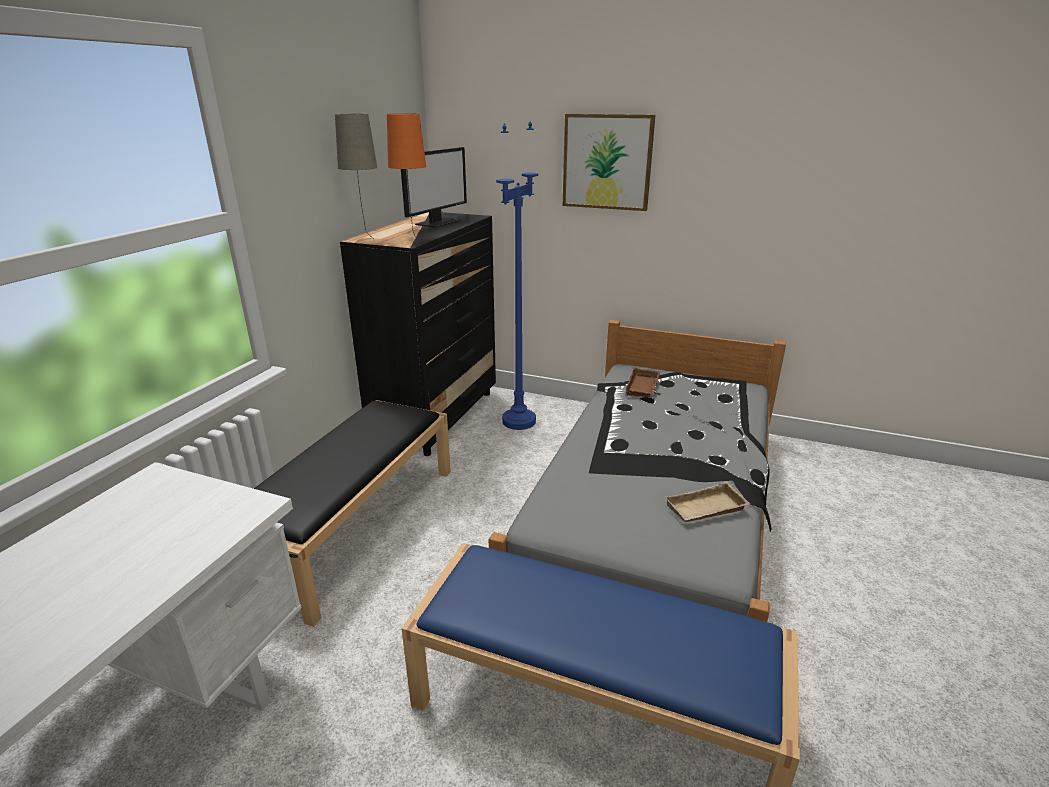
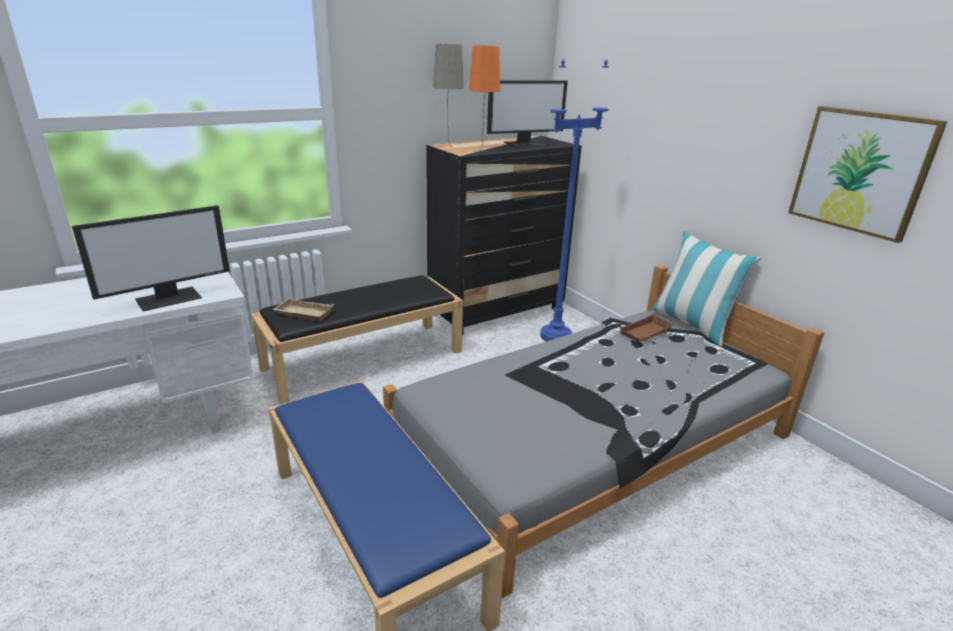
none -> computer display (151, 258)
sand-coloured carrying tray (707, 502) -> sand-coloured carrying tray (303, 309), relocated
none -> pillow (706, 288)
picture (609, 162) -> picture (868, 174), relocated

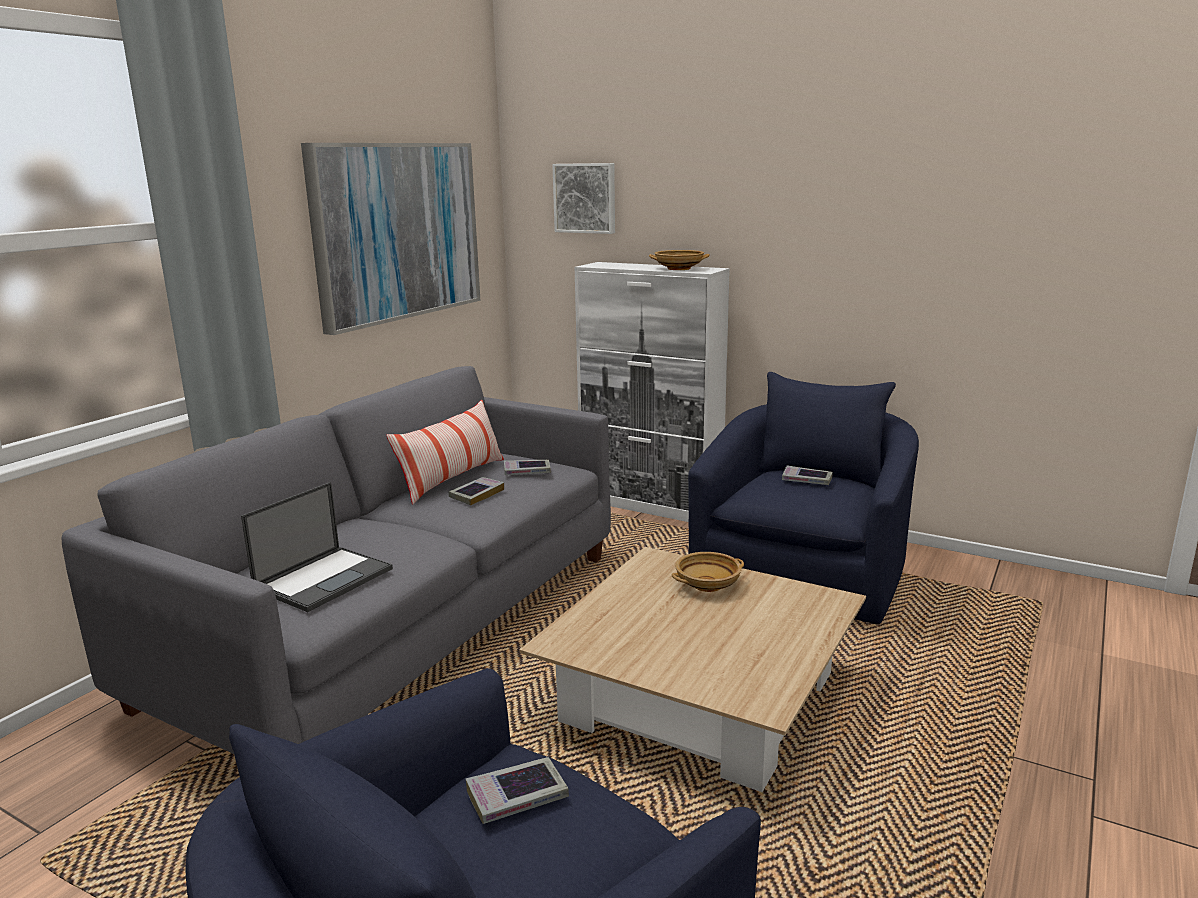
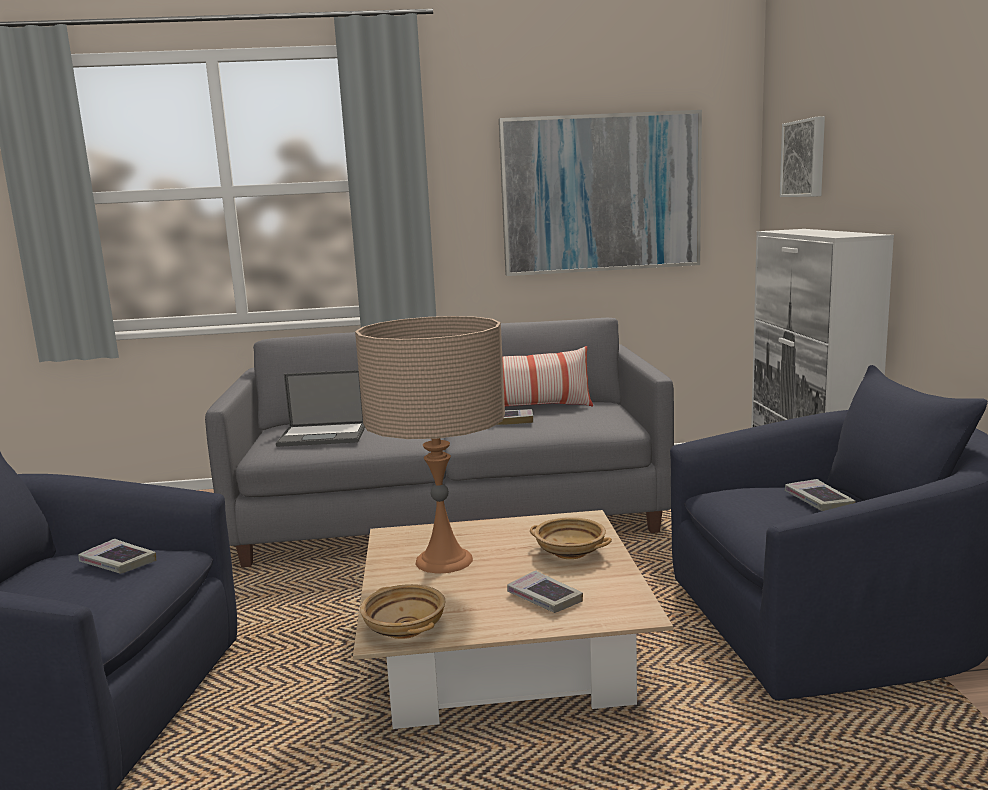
none -> sand-coloured lamp for a table (430, 445)
sand-coloured serving bowl (679, 260) -> sand-coloured serving bowl (402, 611), relocated
book (527, 467) -> book (545, 592), relocated

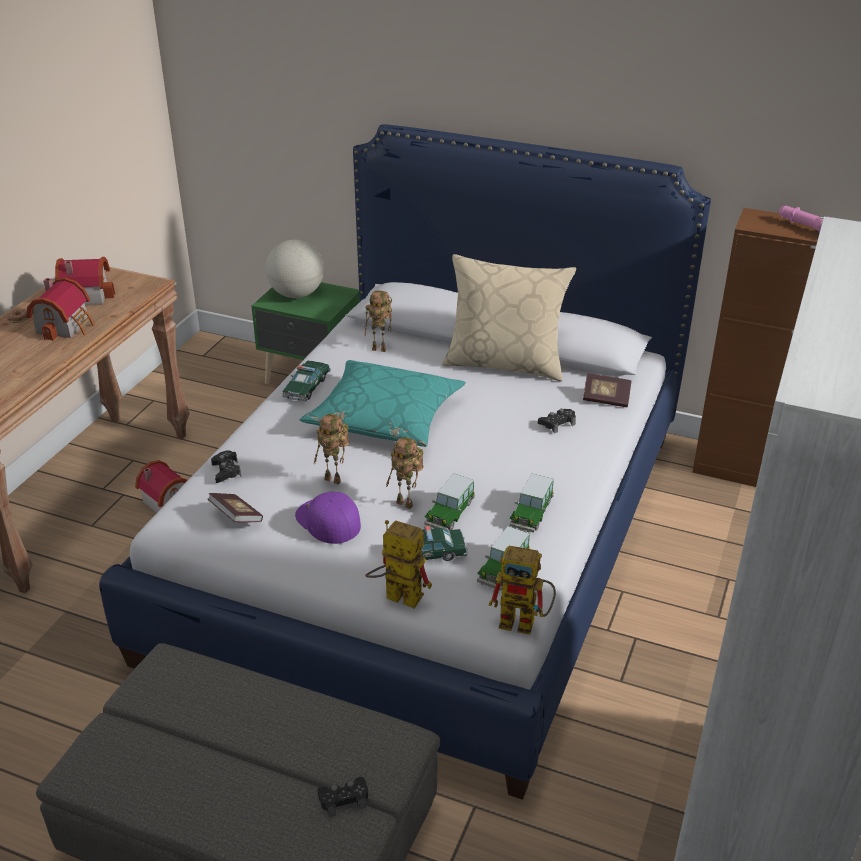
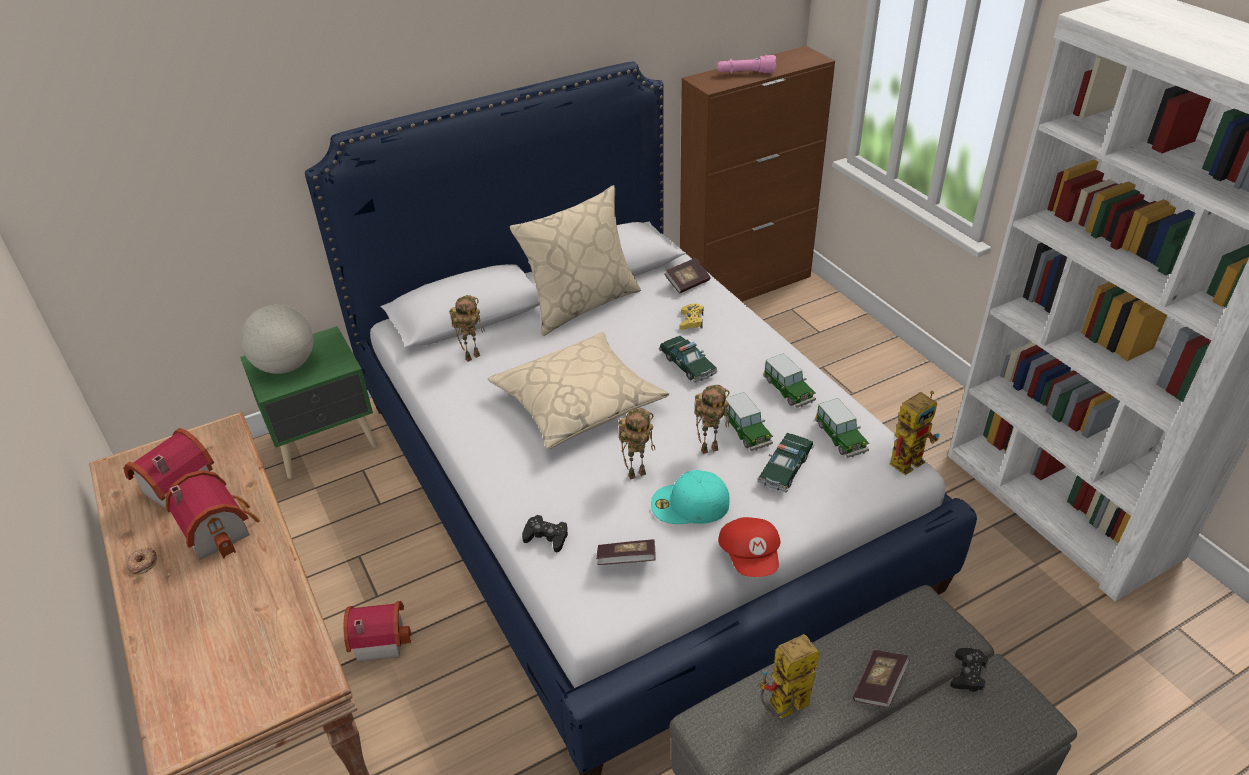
turquoise pillow (383, 403) -> sand-coloured pillow (578, 390)
purple-coloured cap (328, 518) -> turquoise cap (690, 497)
model car (306, 381) -> model car (688, 359), relocated
black-coloured joypad (557, 421) -> yellow joypad (691, 316)
none -> reddish cap (749, 547)
model robot (398, 564) -> model robot (789, 676), relocated
none -> book (881, 679)

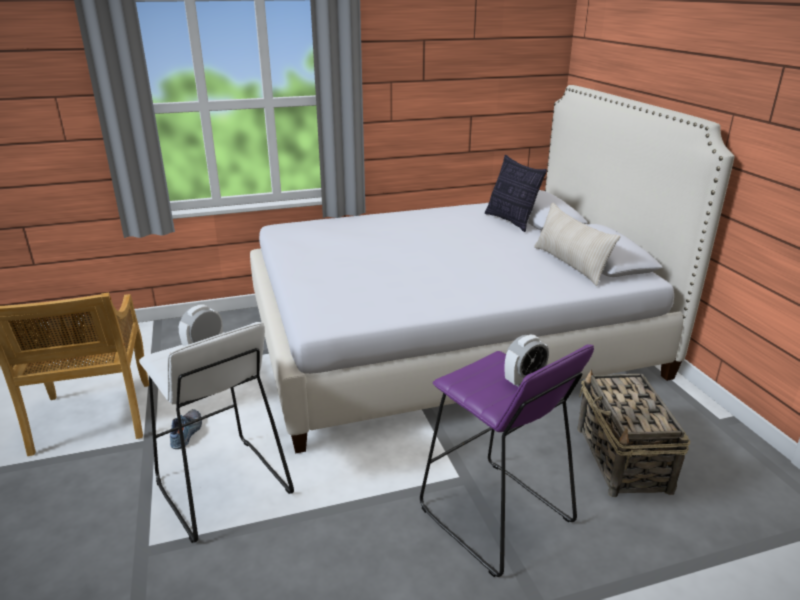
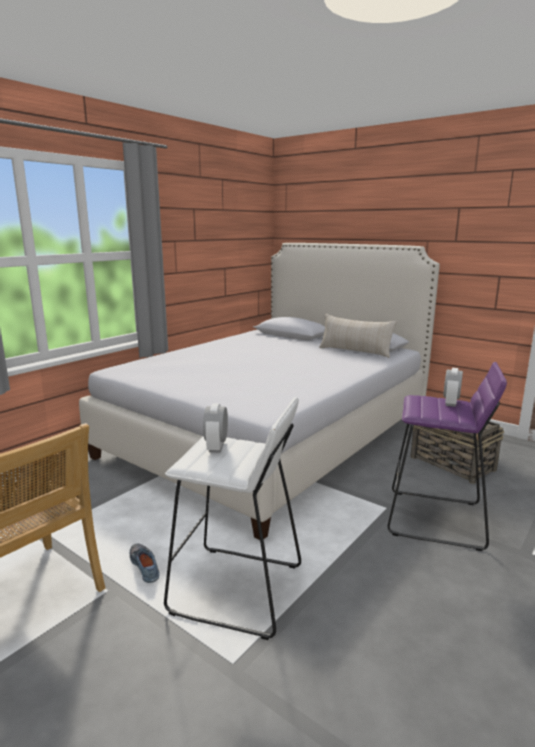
pillow (516, 193) -> none

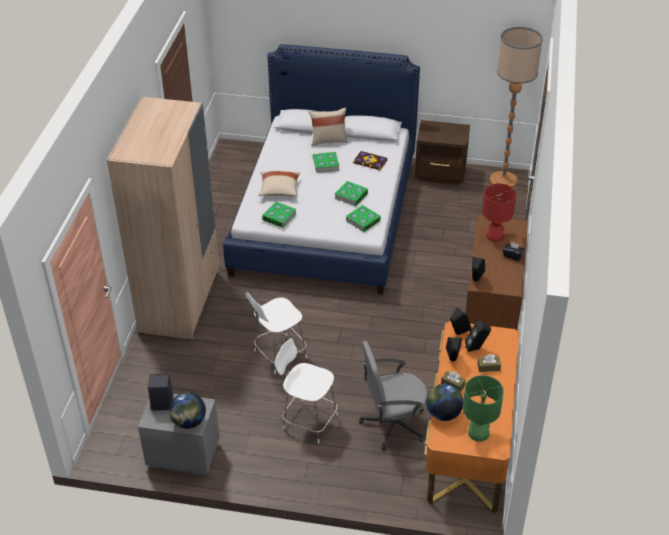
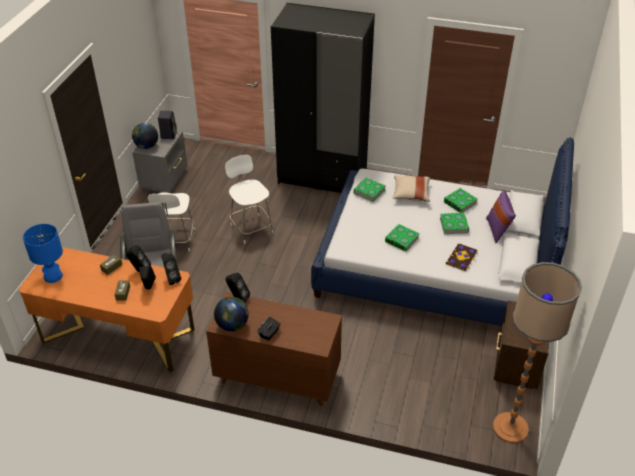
green-coloured lamp for a table (483, 408) -> bluish lamp for a table (43, 253)
whitish chair (306, 391) -> whitish chair (171, 221), 150 degrees clockwise
globe (444, 402) -> globe (231, 314), relocated
sand-coloured wardrobe (163, 218) -> black-coloured wardrobe (323, 98)
book (363, 218) -> book (460, 200), relocated
sand-coloured pillow (328, 126) -> purple-coloured pillow (501, 216)
reddish lamp for a table (499, 212) -> none

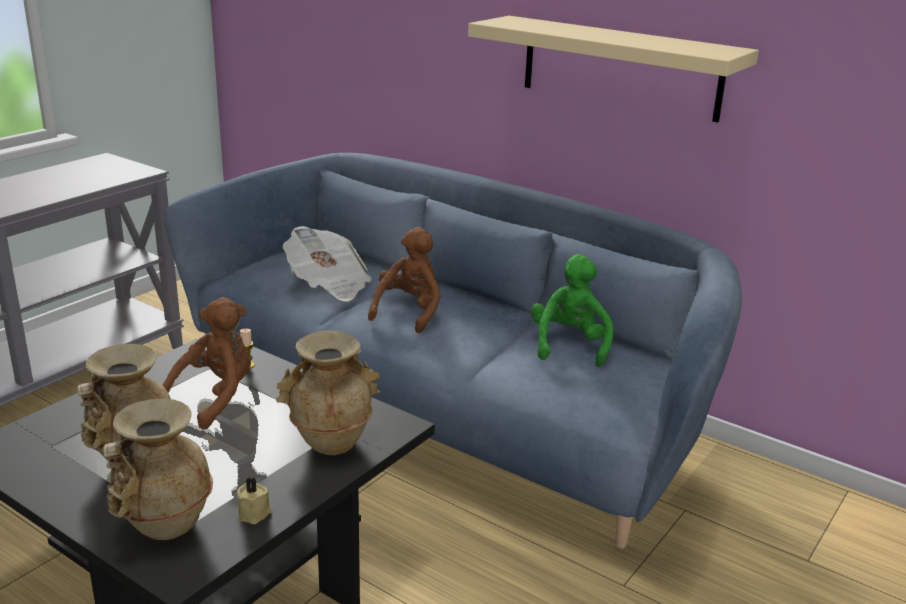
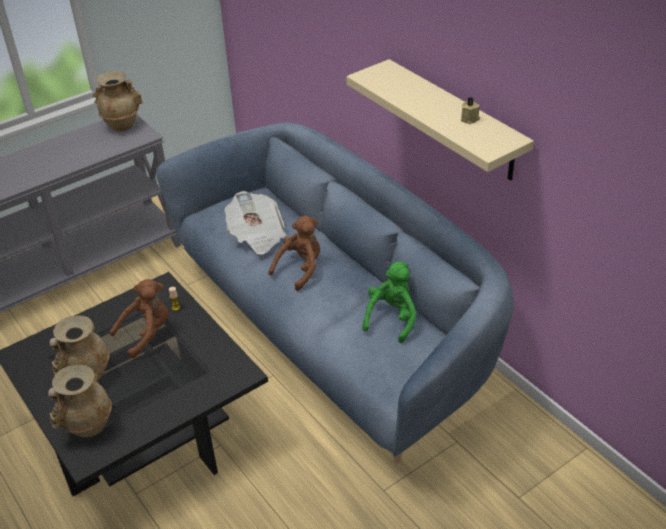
sand-coloured flower vase (328, 392) -> sand-coloured flower vase (118, 101), relocated
sand-coloured wax candle (254, 500) -> sand-coloured wax candle (470, 110), relocated

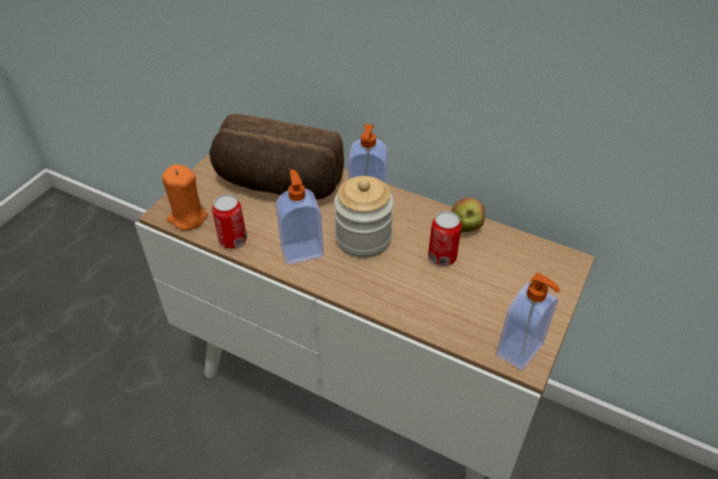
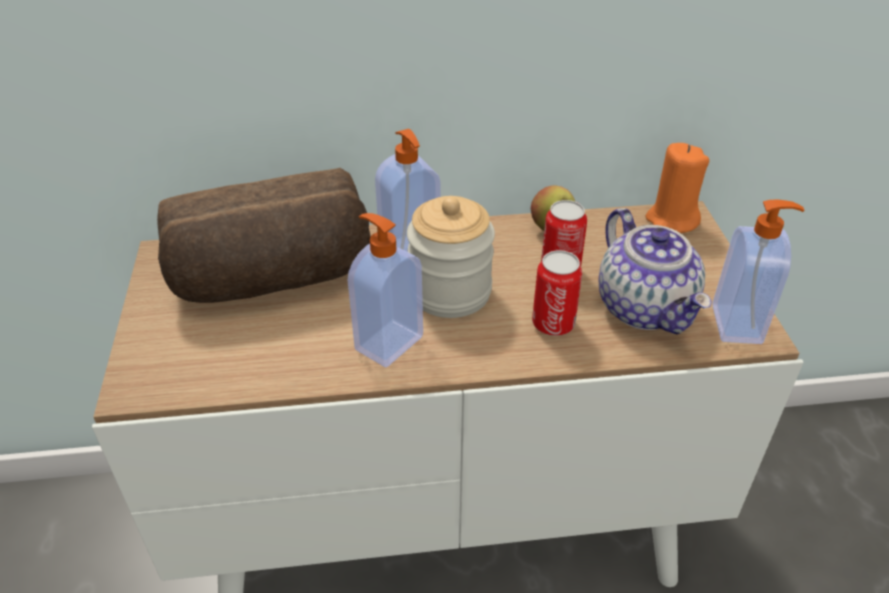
sealed can (229, 221) -> sealed can (557, 293), relocated
none -> pot for tea (655, 271)
orange-coloured wax candle (185, 197) -> orange-coloured wax candle (677, 188), relocated

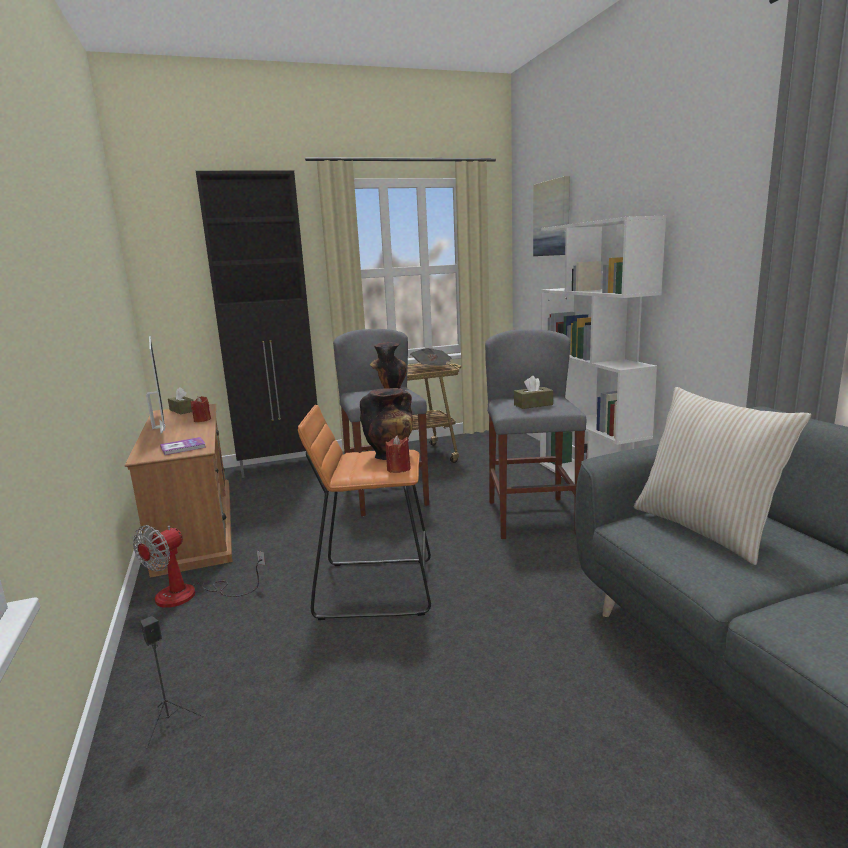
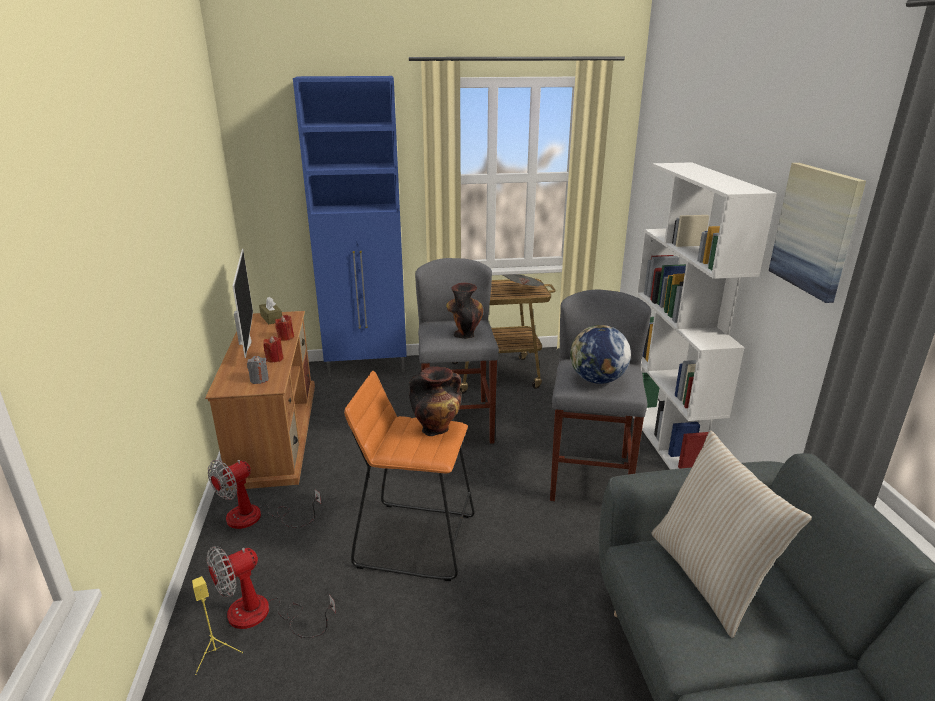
black-coloured audio speaker (171, 682) -> yellow audio speaker (217, 625)
none -> cooling fan (271, 592)
book (183, 446) -> gray wax candle (258, 370)
reddish wax candle (398, 454) -> reddish wax candle (273, 349), relocated
black-coloured cabinet (256, 324) -> bluish cabinet (350, 226)
brown-coloured tissue box (533, 392) -> globe (600, 354)
picture (551, 216) -> picture (817, 233), relocated

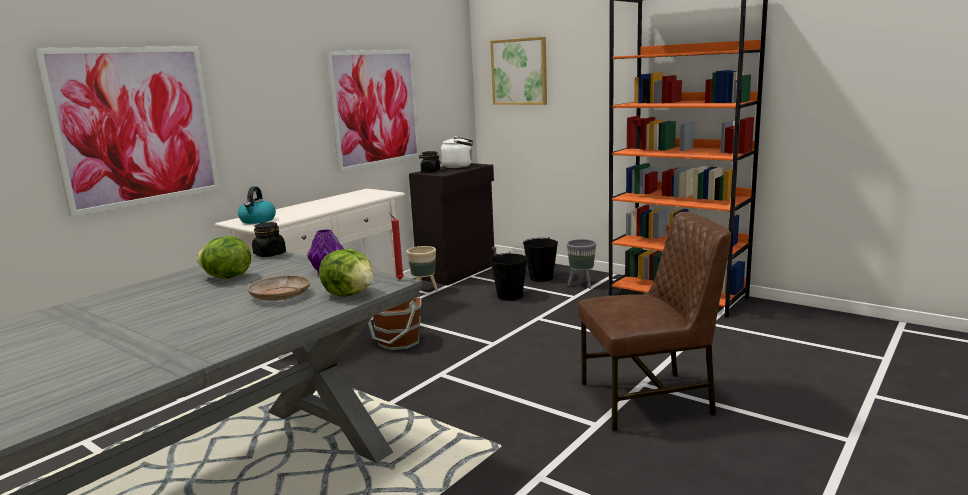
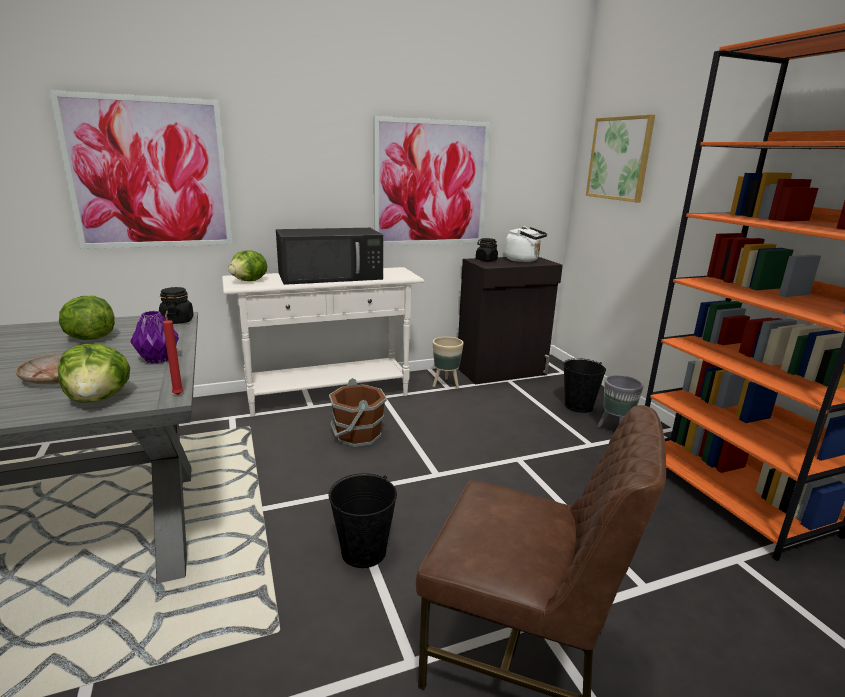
water kettle (257, 205) -> head of lettuce (247, 265)
none -> black-coloured microwave oven (329, 256)
black-coloured water bucket (508, 276) -> black-coloured water bucket (362, 520), relocated

